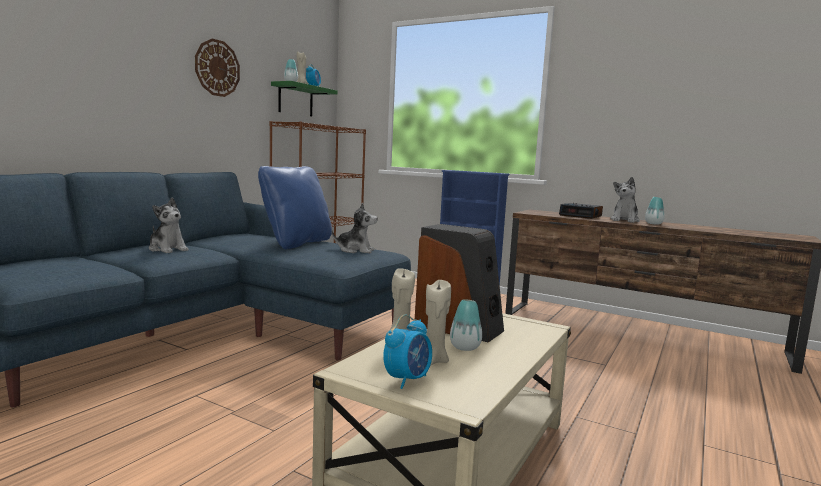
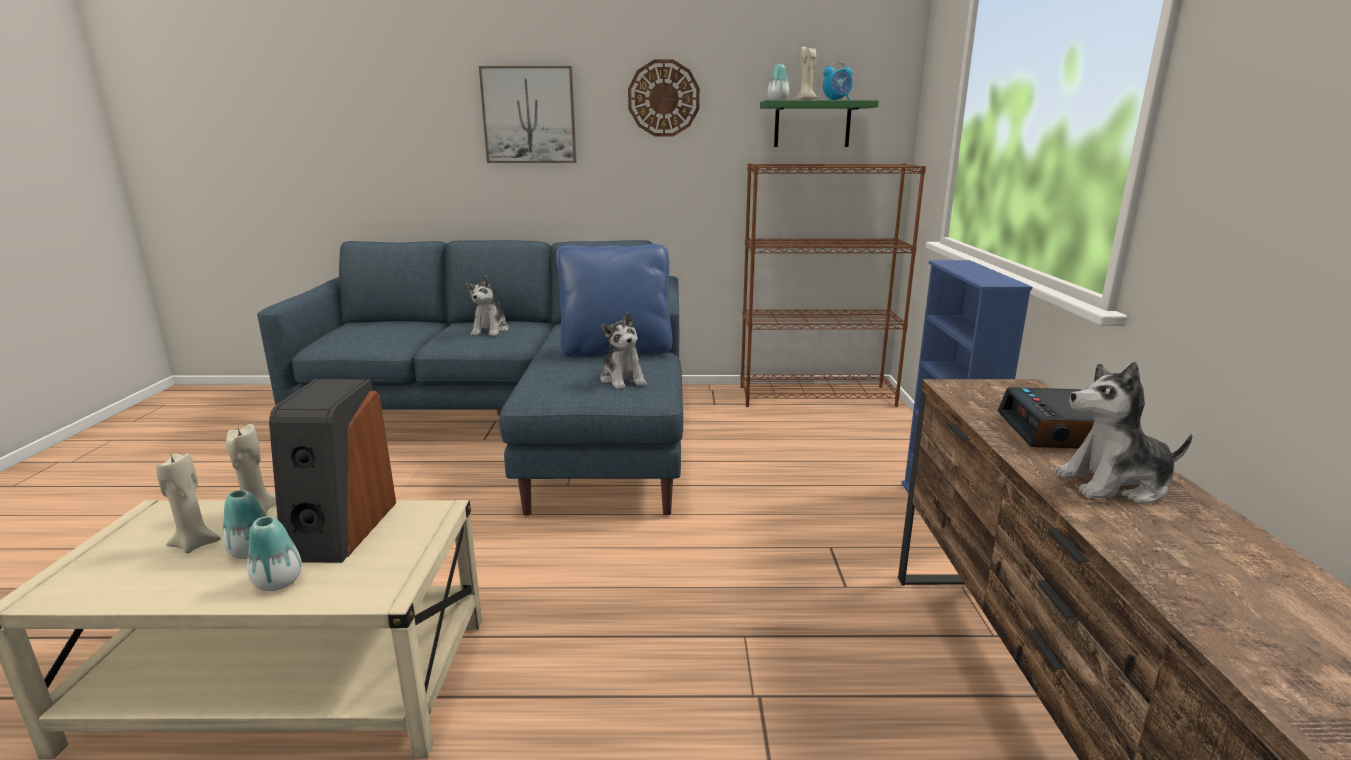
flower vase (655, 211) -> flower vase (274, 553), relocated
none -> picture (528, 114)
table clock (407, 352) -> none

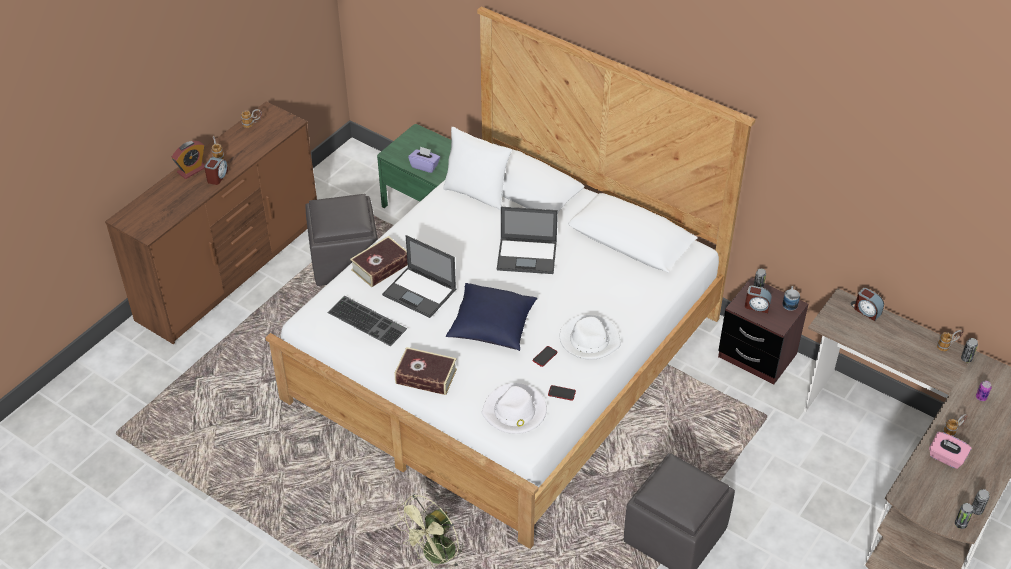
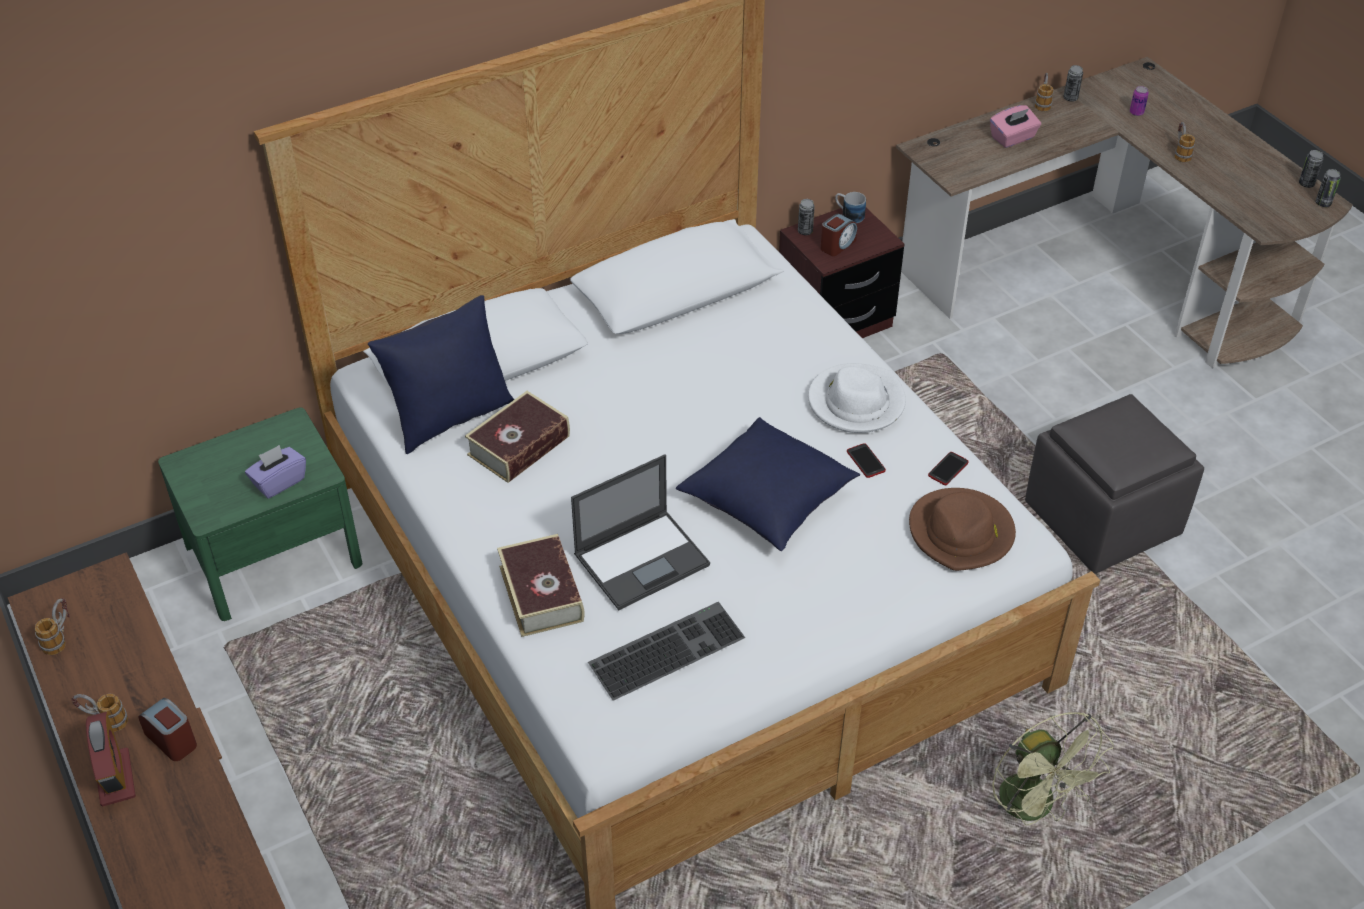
whitish pillow (477, 169) -> bluish pillow (441, 374)
book (426, 371) -> book (517, 437), relocated
whitish clothing hat (514, 408) -> brown-coloured clothing hat (962, 529)
pink-coloured tissue box (950, 450) -> pink-coloured tissue box (1015, 126), relocated
gray ottoman (342, 240) -> none
portable computer (527, 240) -> none
table clock (869, 304) -> none

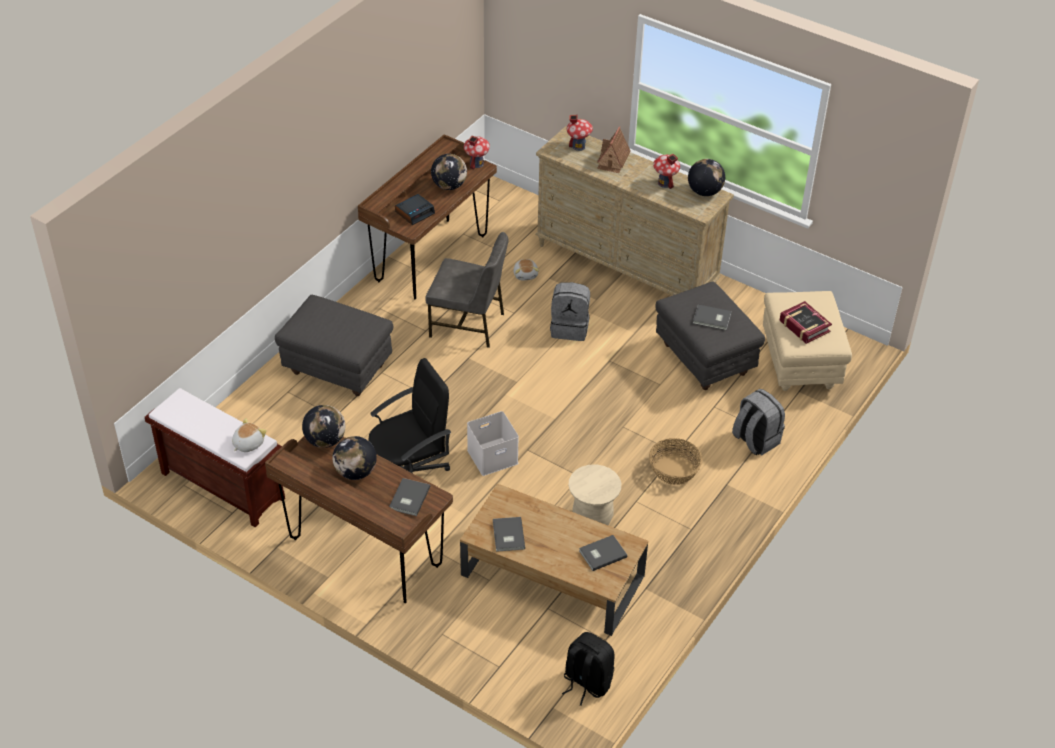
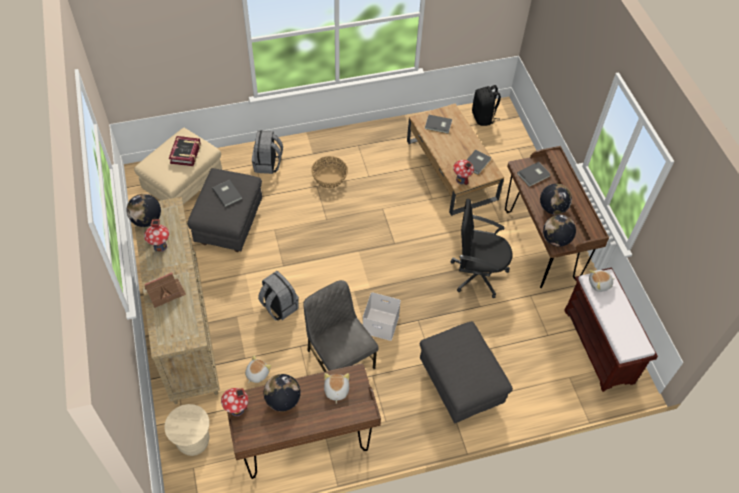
sand-coloured sitting stool (594, 494) -> sand-coloured sitting stool (187, 430), relocated
table clock (415, 209) -> cuddly toy (336, 388)
whitish storage bin (493, 443) -> whitish storage bin (382, 316), relocated
toy house (580, 133) -> toy house (463, 172), relocated

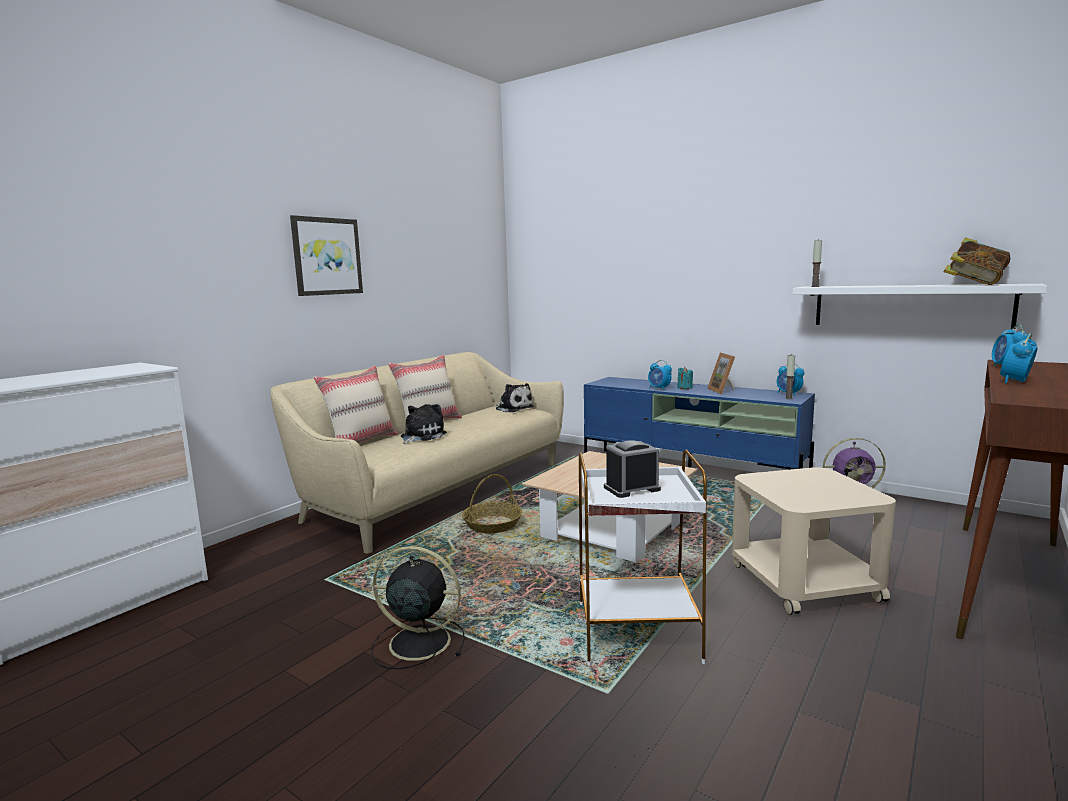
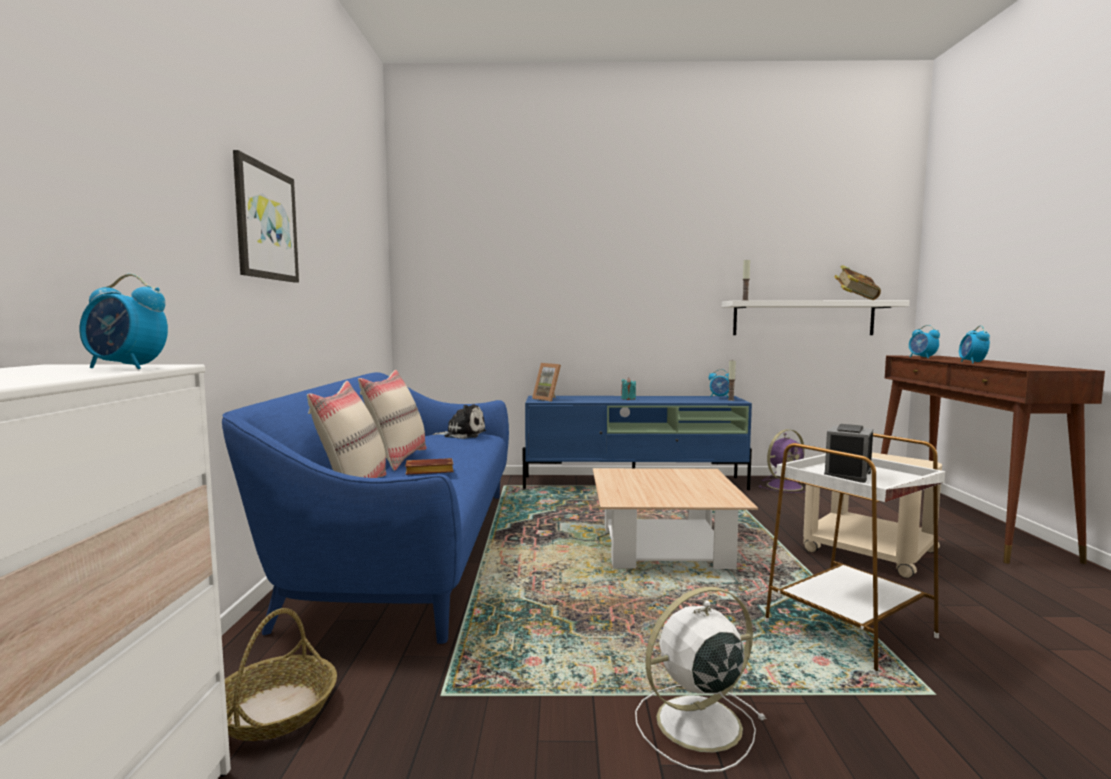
table clock (660, 375) -> table clock (124, 321), relocated
sand-coloured couch (417, 453) -> bluish couch (365, 508)
storage basket (492, 503) -> storage basket (281, 674), relocated
cuddly toy (424, 424) -> brown-coloured book (429, 466)
photo frame (721, 373) -> photo frame (546, 382), relocated
black-coloured cooling fan (418, 607) -> whitish cooling fan (700, 680)

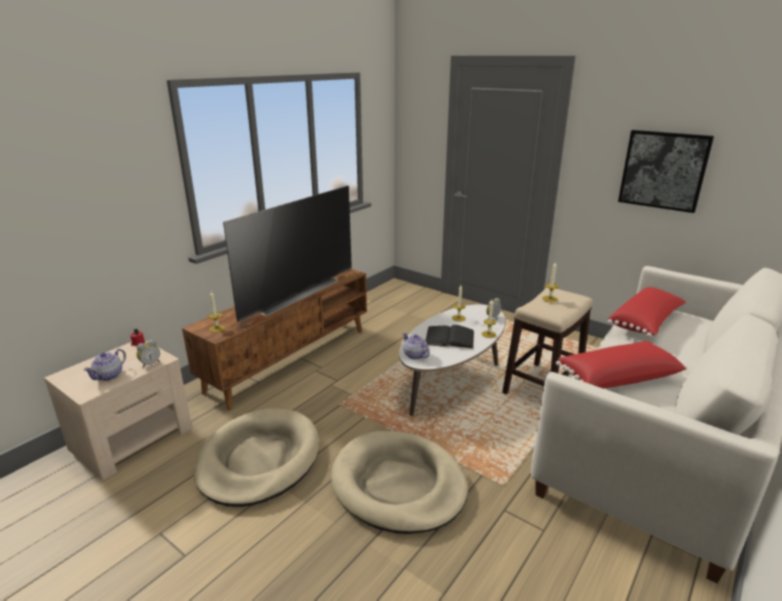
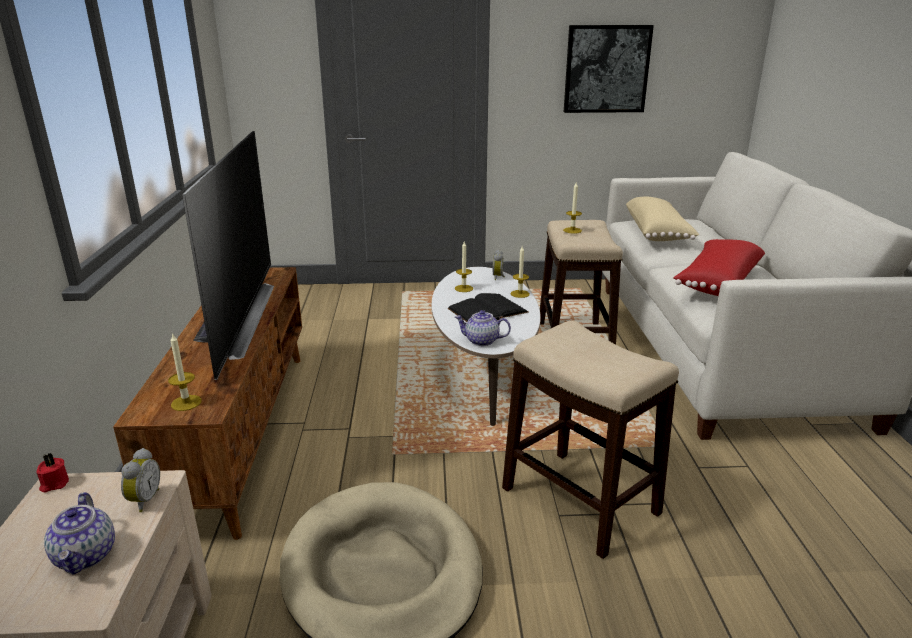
sand-coloured pet bed (399, 482) -> sitting stool (590, 440)
reddish pillow (647, 312) -> sand-coloured pillow (662, 219)

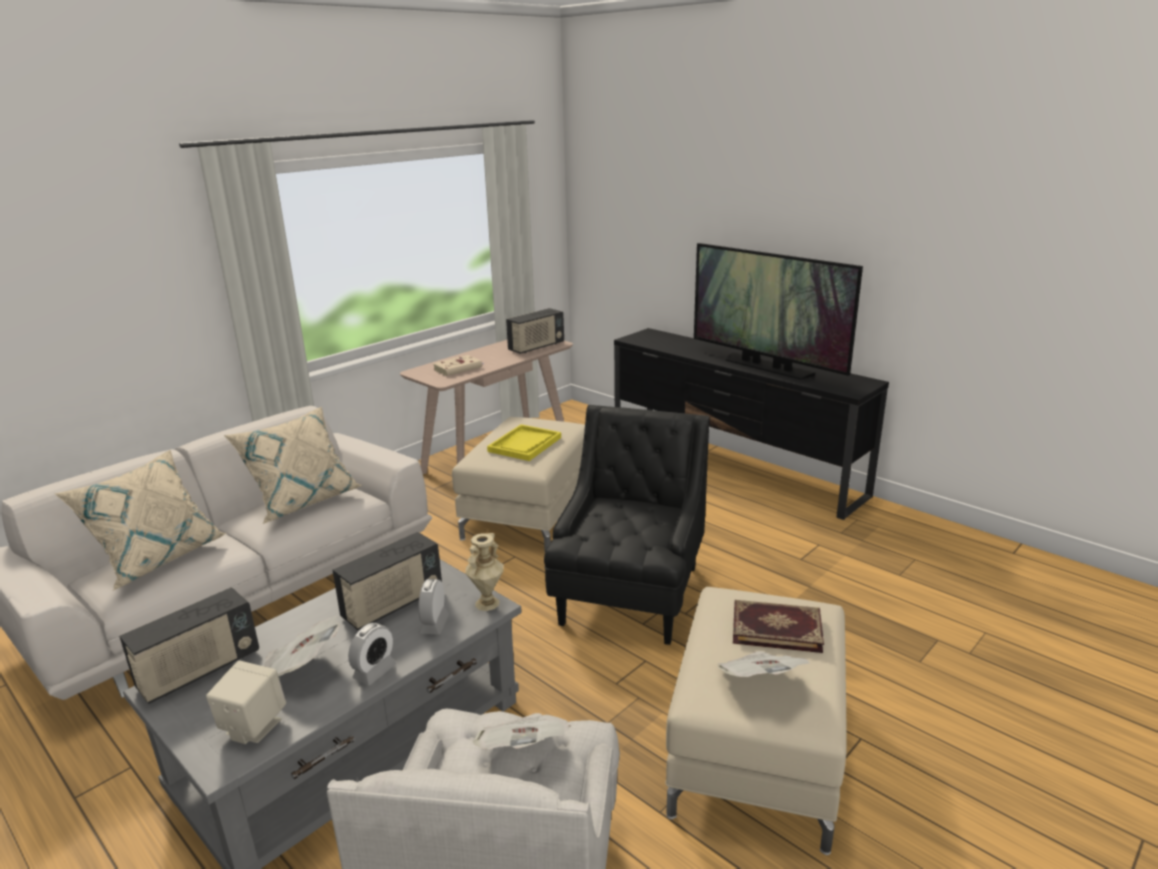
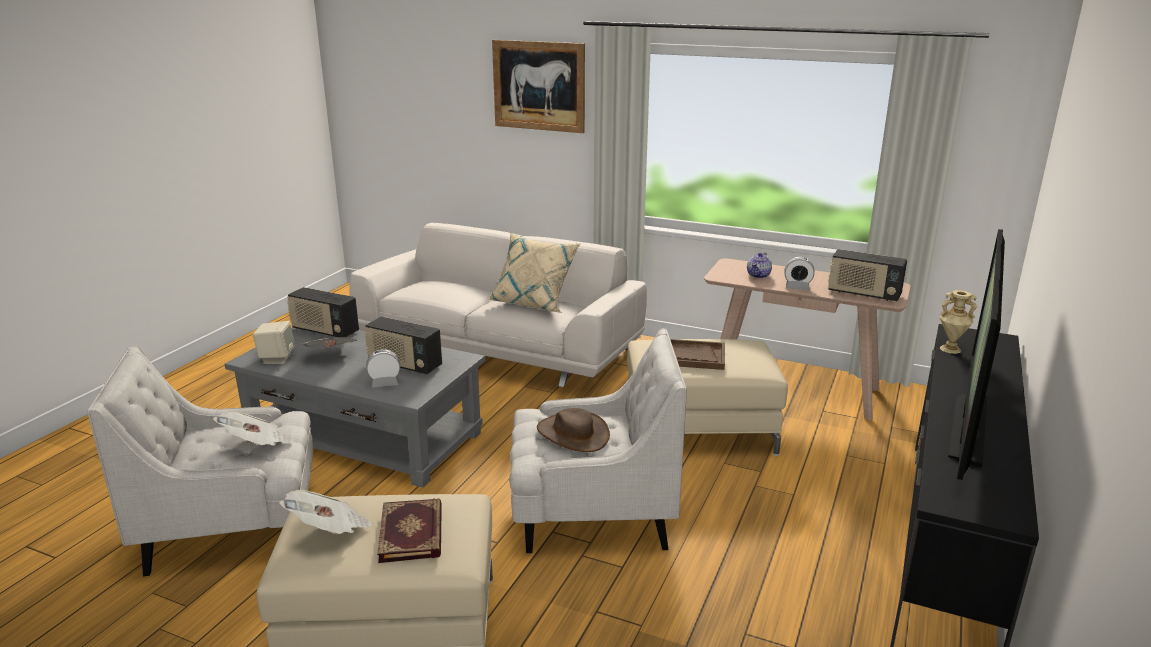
none -> picture (538, 86)
black-coloured armchair (627, 525) -> whitish armchair (598, 440)
none -> brown-coloured clothing hat (573, 430)
yellow carrying tray (524, 442) -> brown-coloured carrying tray (697, 354)
sand-coloured book (458, 365) -> pot for tea (759, 265)
table clock (372, 654) -> table clock (799, 273), relocated
sand-coloured flower vase (484, 572) -> sand-coloured flower vase (958, 322), relocated
sand-coloured pillow (140, 520) -> none

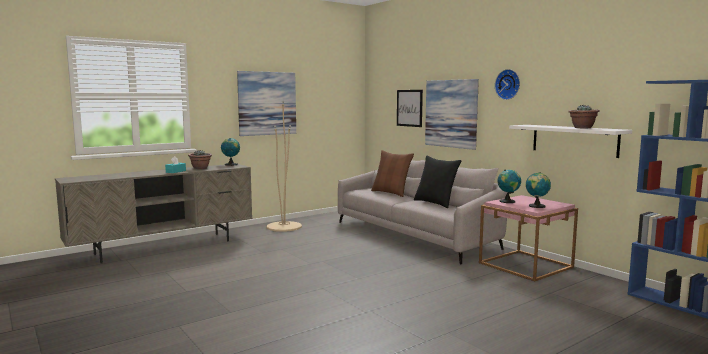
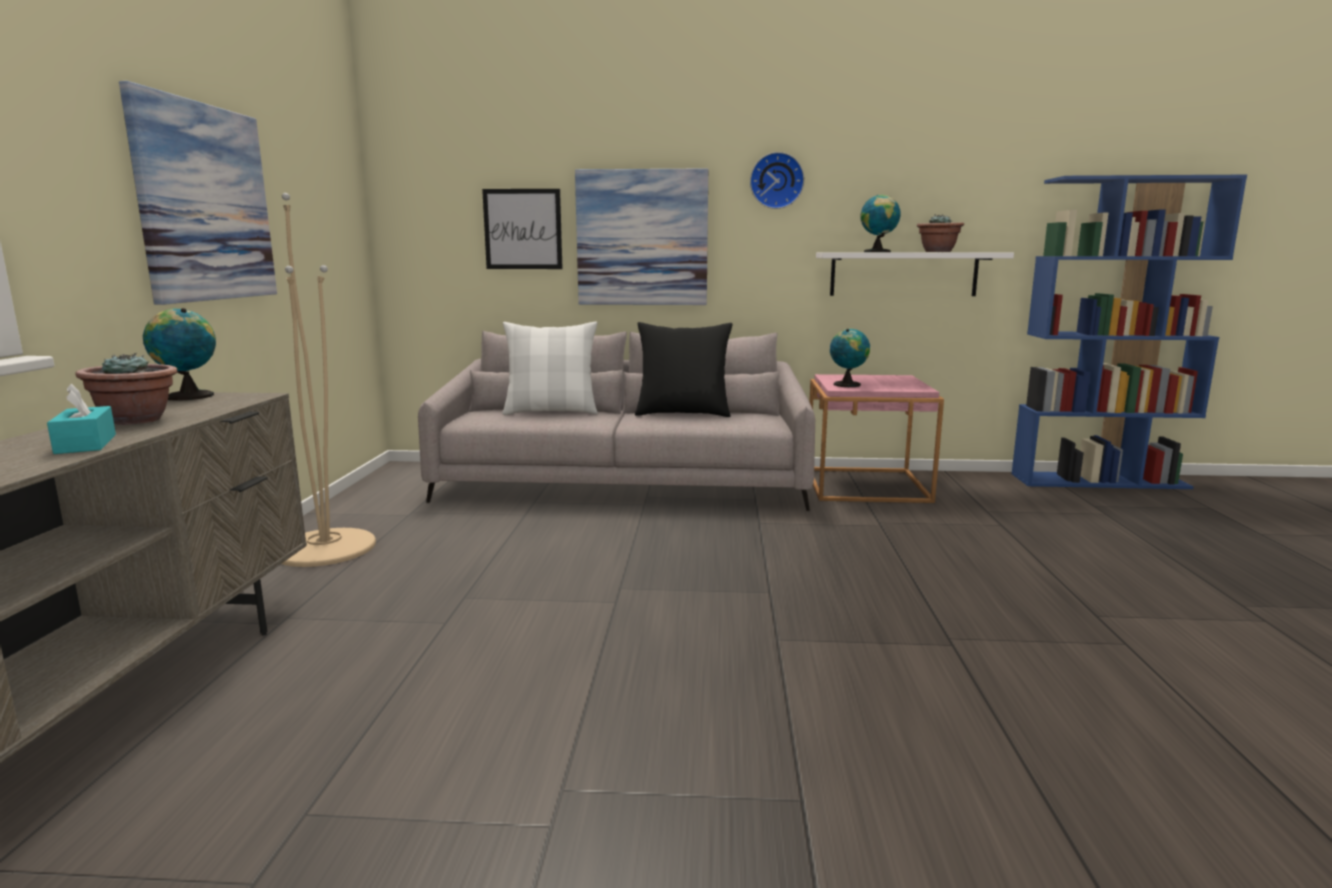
brown-coloured pillow (392, 173) -> whitish pillow (550, 368)
globe (538, 190) -> globe (881, 223), relocated

